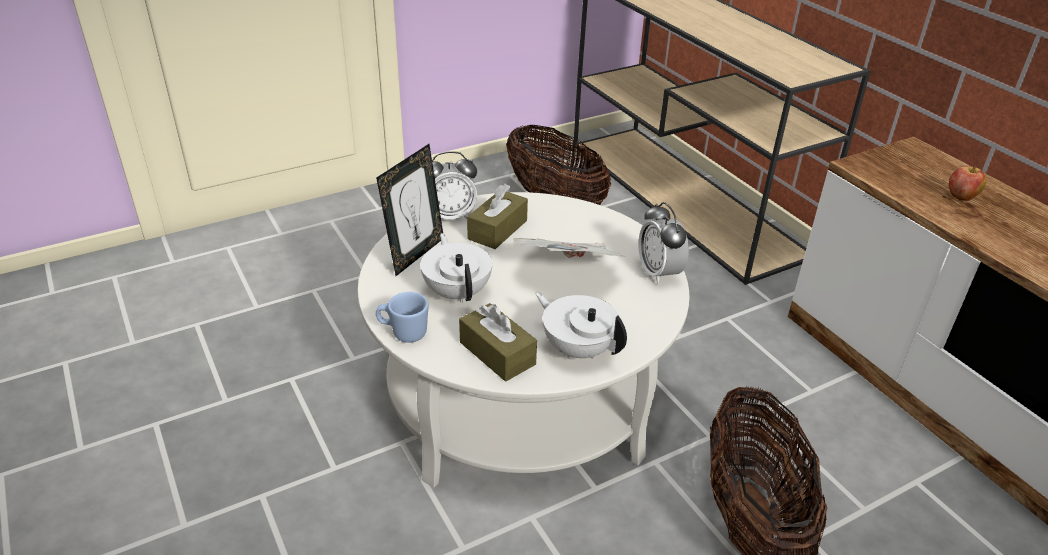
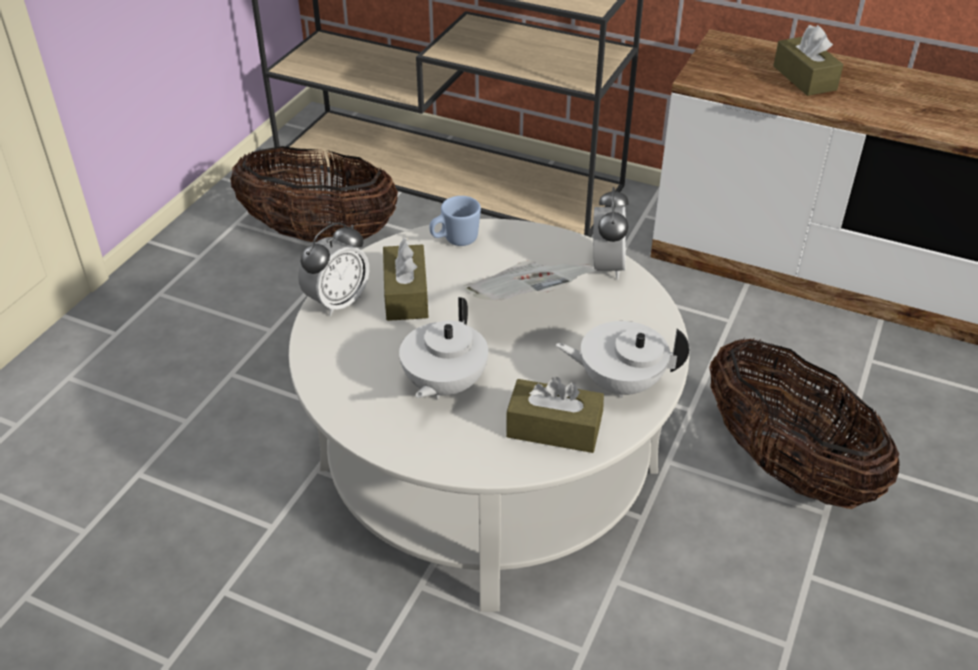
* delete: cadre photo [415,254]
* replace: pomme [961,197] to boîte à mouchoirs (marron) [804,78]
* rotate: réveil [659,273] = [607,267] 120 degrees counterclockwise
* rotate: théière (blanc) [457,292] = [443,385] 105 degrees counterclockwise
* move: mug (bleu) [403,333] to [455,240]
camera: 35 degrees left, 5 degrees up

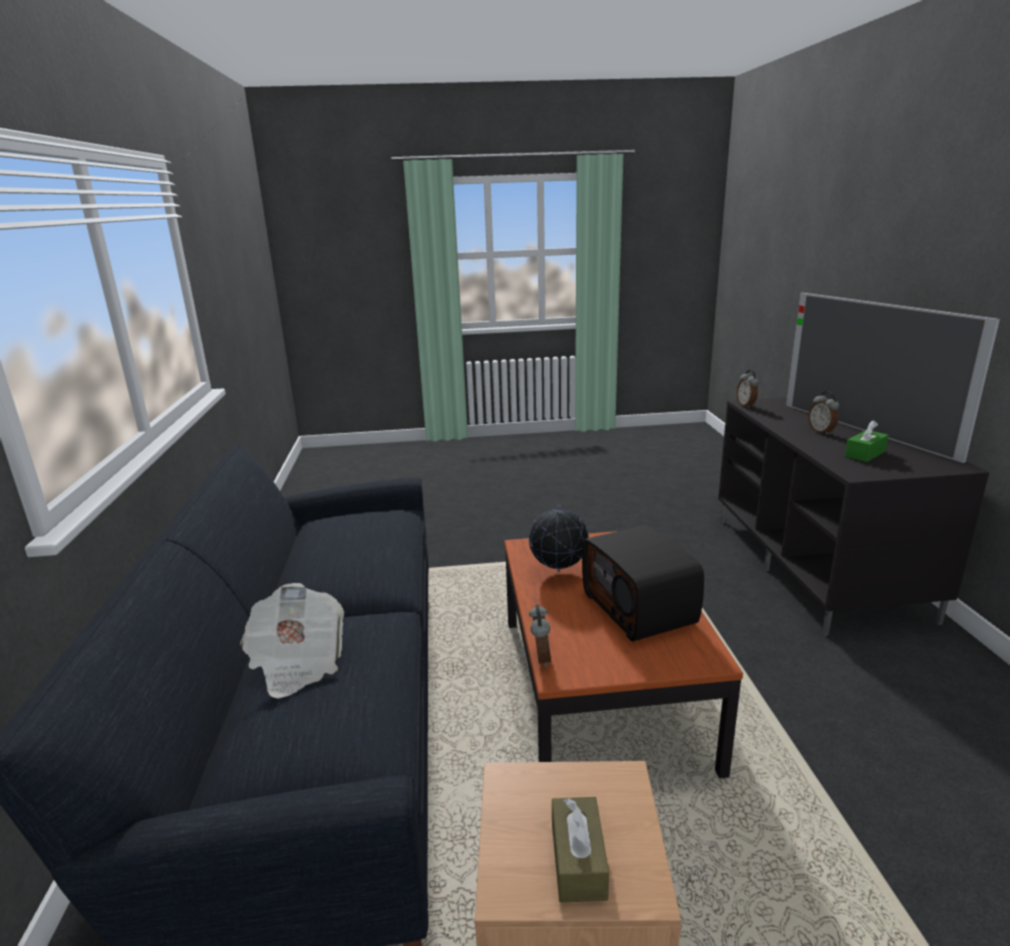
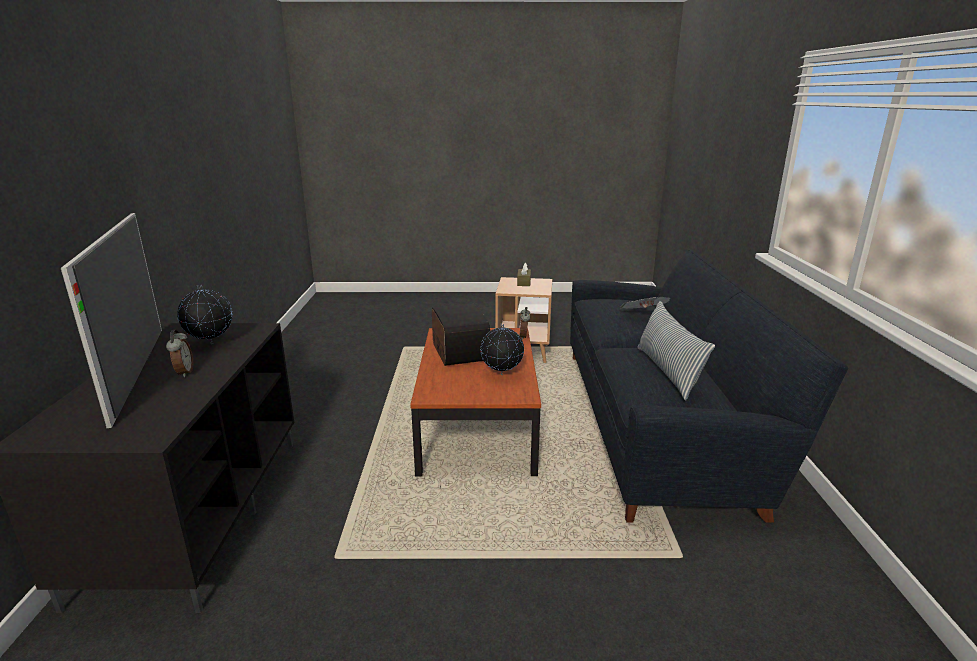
* delete: réveil [746,405]
* replace: boîte à mouchoirs (vert) [865,454] to globe [211,343]
* insert: coussin [668,371]
camera: 175 degrees left, 0 degrees up

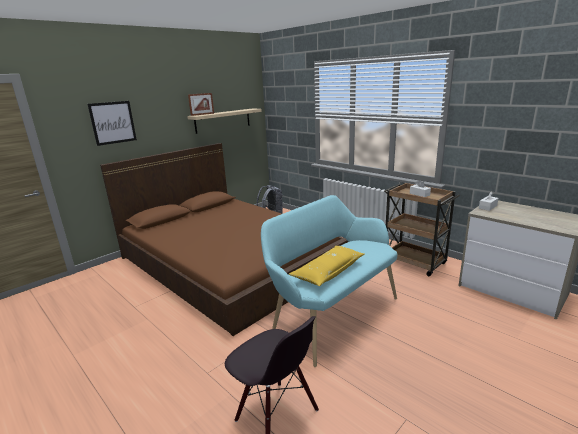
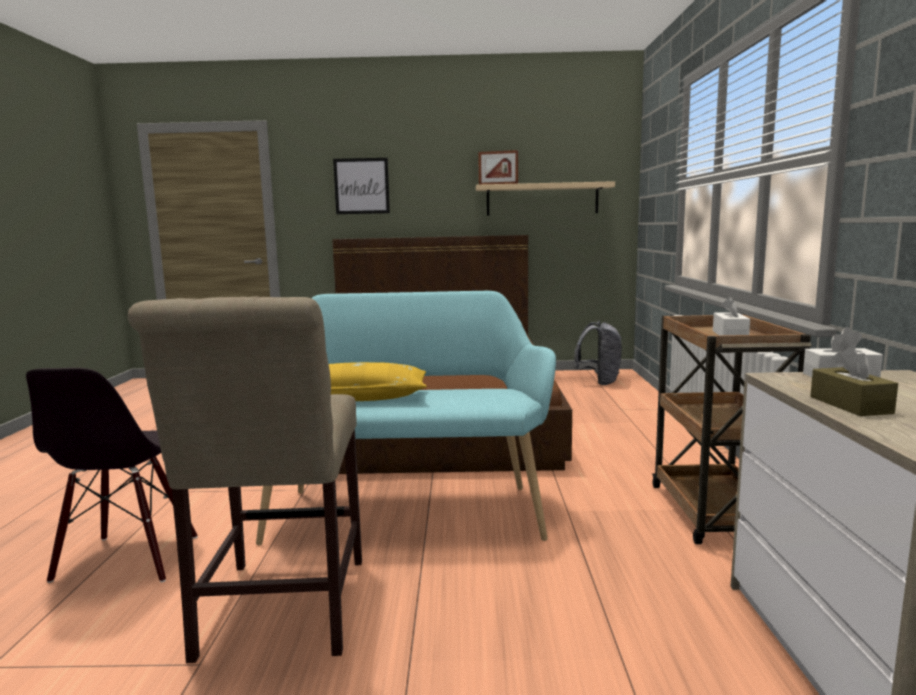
* insert: chaise (beige) [280,613]
* insert: boîte à mouchoirs (marron) [850,405]
camera: 45 degrees right, 10 degrees down

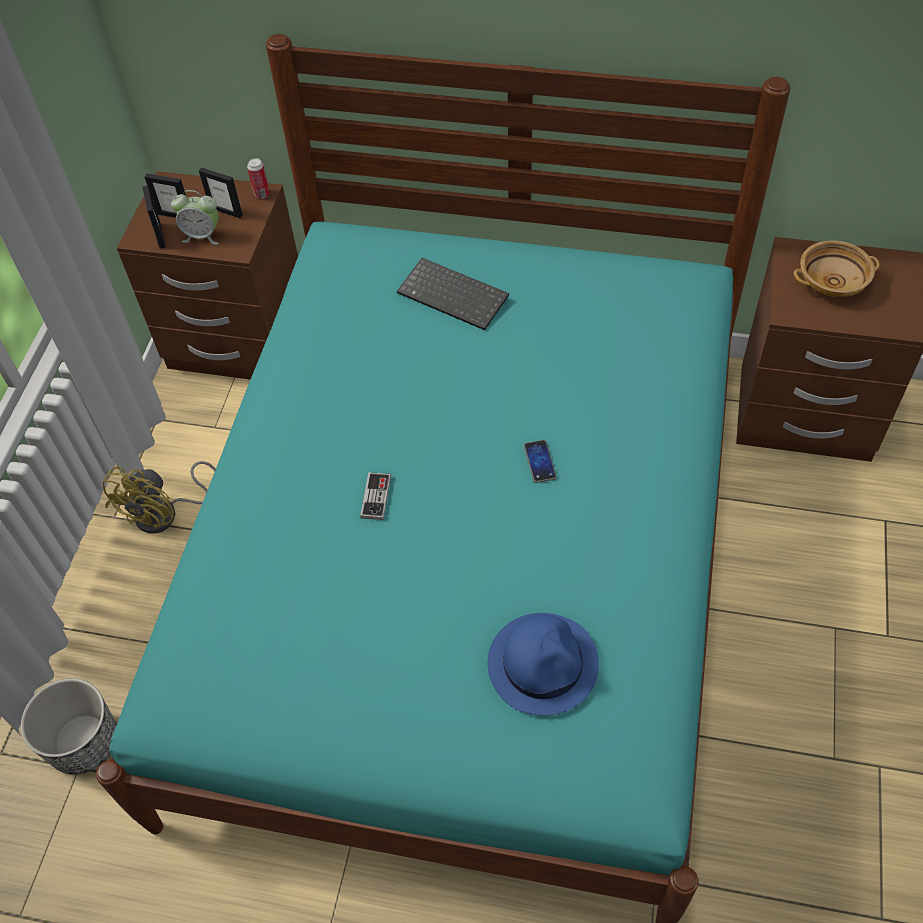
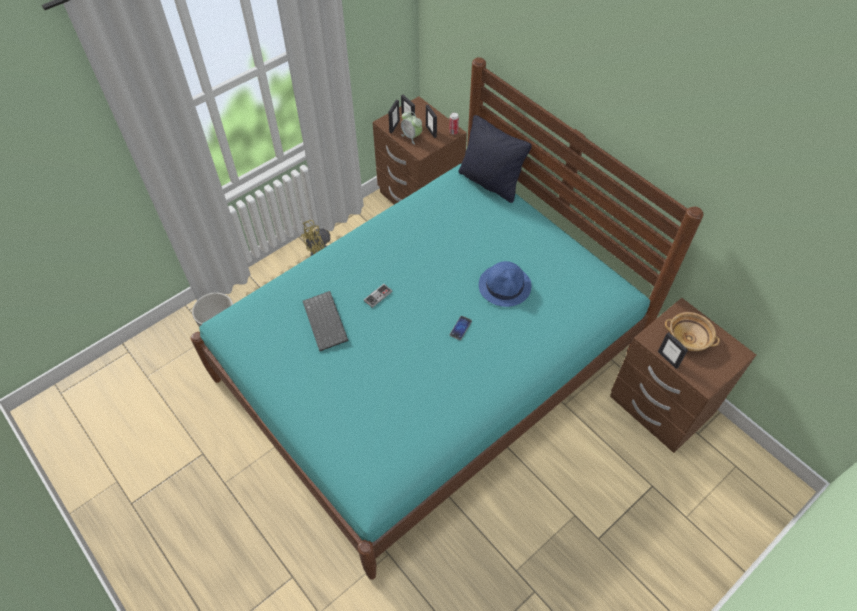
* move: clavier [455,295] to [326,322]
* move: chapeau (bleu) [543,663] to [505,286]
* insert: coussin (noir) [490,182]
* insert: cadre photo [668,359]
camera: 35 degrees right, 0 degrees up

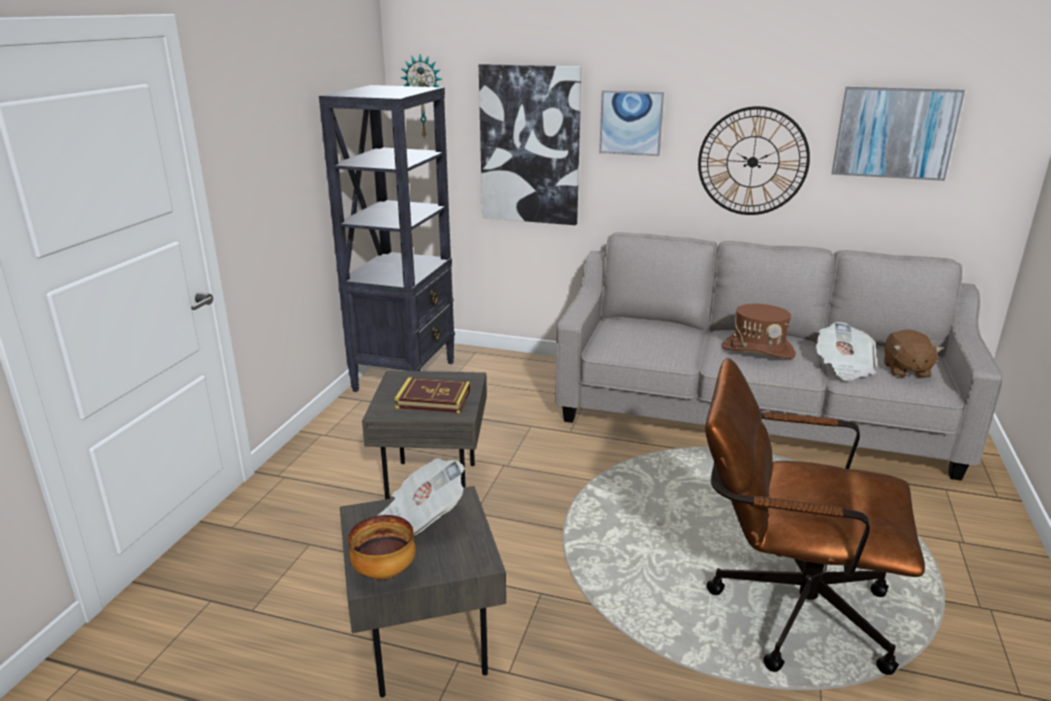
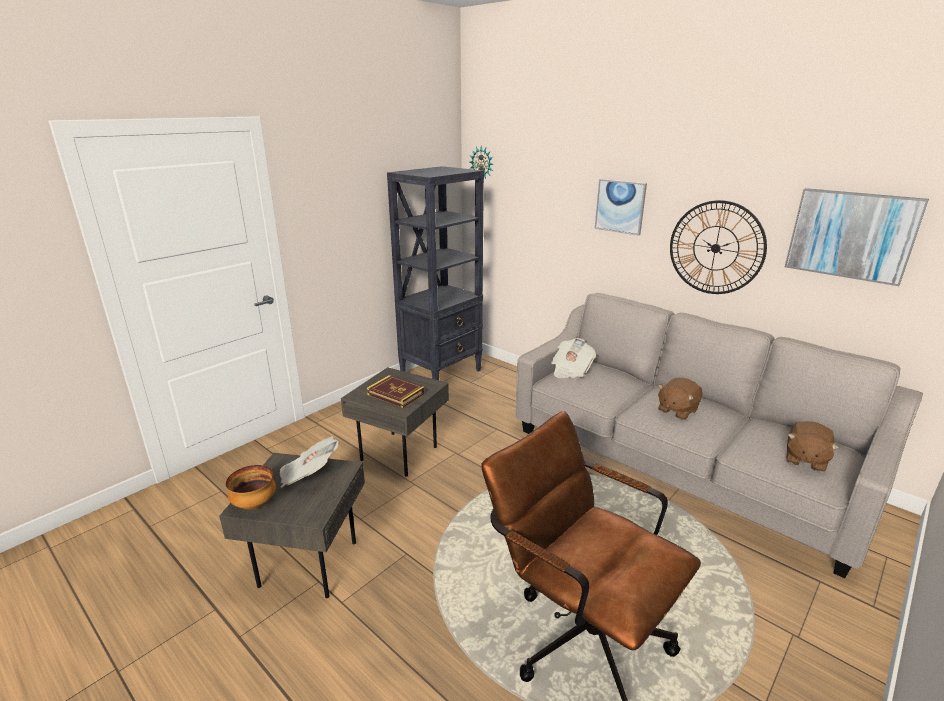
* delete: tableau [530,145]
* replace: chapeau (marron) [758,350] to peluche (marron) [677,410]
* move: journal [843,367] to [570,370]
camera: 25 degrees right, 0 degrees up

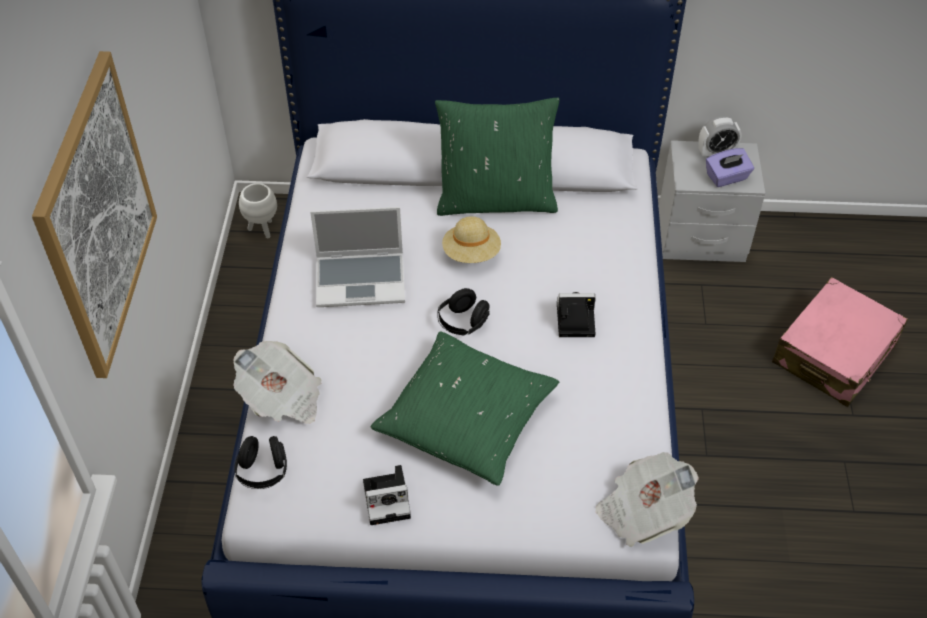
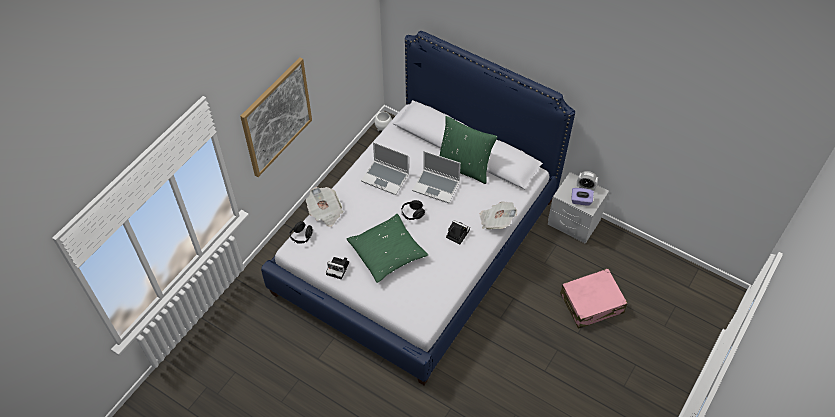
* replace: chapeau (beige) [471,253] to ordinateur portable [437,186]
* move: journal [643,512] to [496,221]
camera: 30 degrees right, 5 degrees up

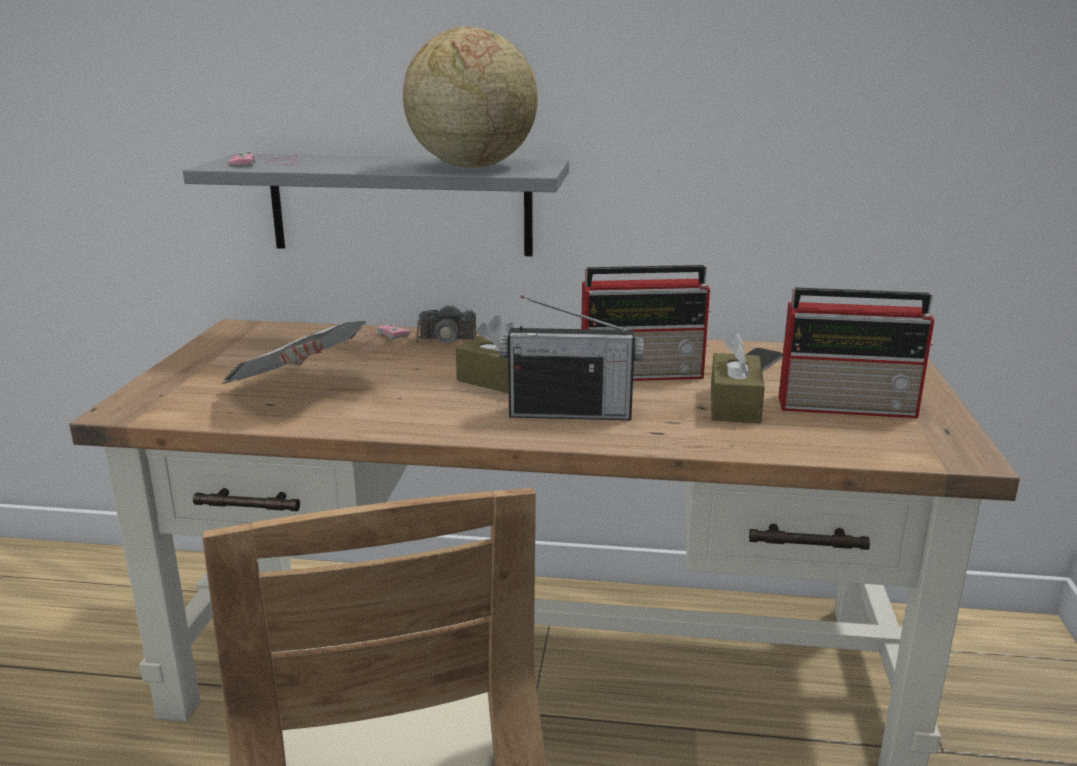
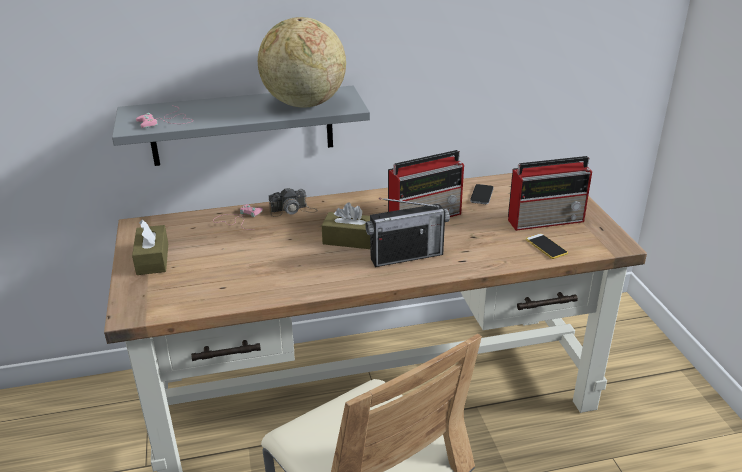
* delete: journal [297,390]
* move: boîte à mouchoirs (marron) [734,404] to [152,259]
* insert: téléphone [546,246]
camera: 20 degrees left, 10 degrees up

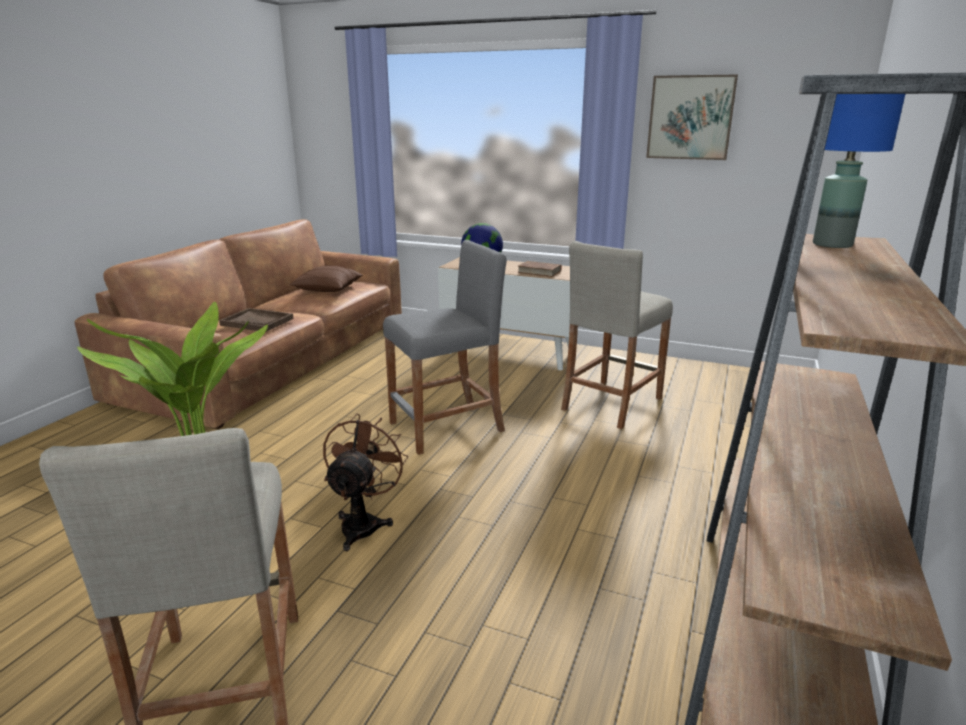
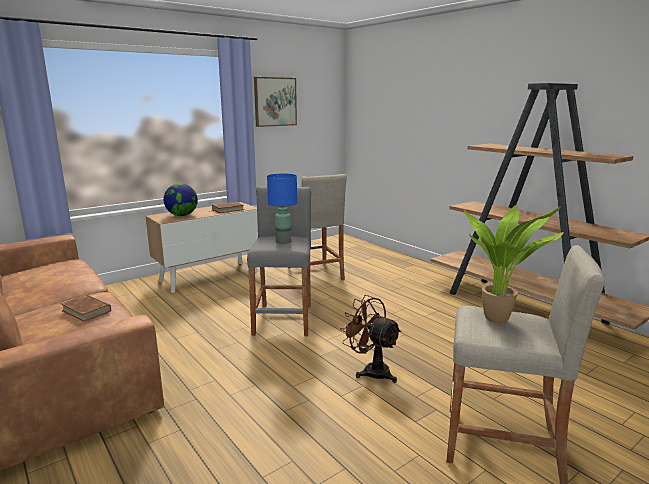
* move: lampe de table (bleu) [832,244] to [283,241]
* delete: coussin (marron) [328,289]
* replace: plateau (marron) [257,322] to livre (marron) [86,310]
camera: 60 degrees left, 5 degrees down

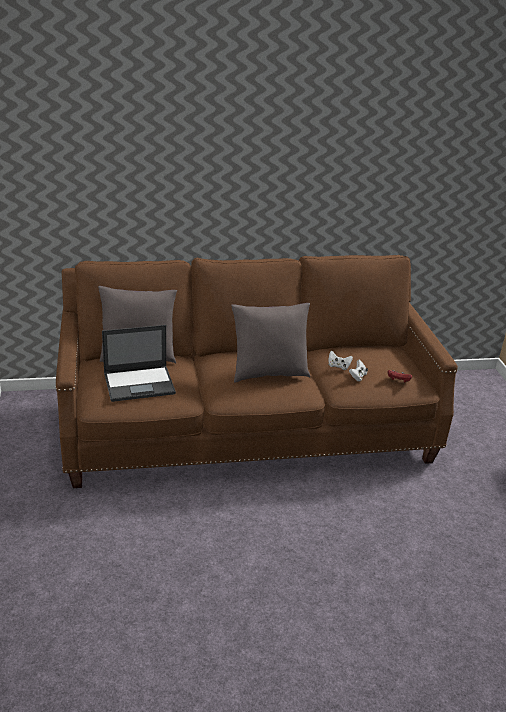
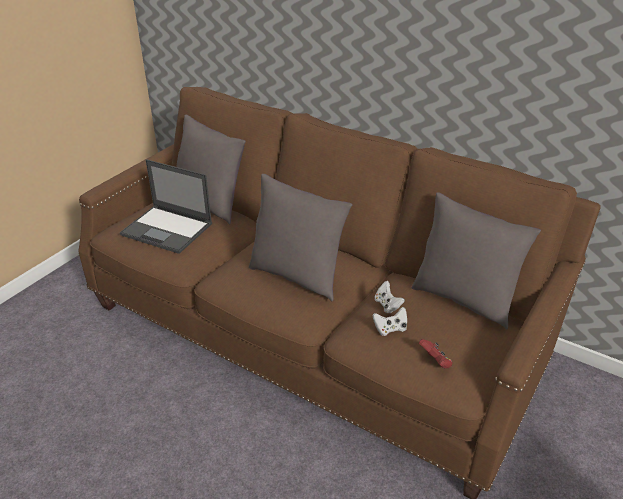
* insert: coussin (gris) [463,299]
camera: 45 degrees right, 5 degrees up

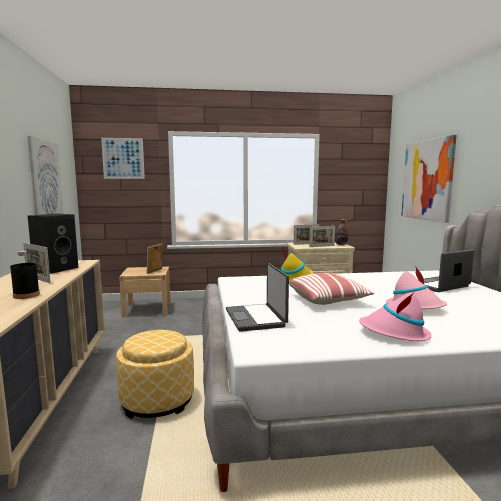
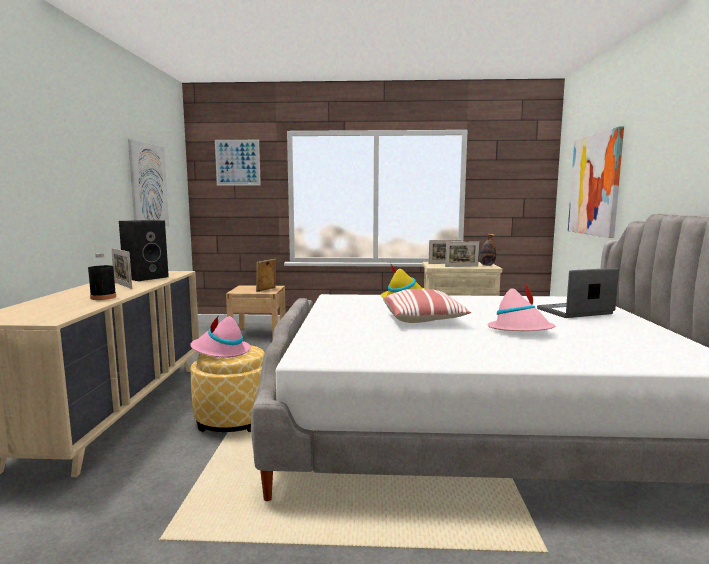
* delete: ordinateur portable [256,318]
* move: chapeau (rose) [394,333] to [220,352]
camera: 10 degrees right, 0 degrees up

